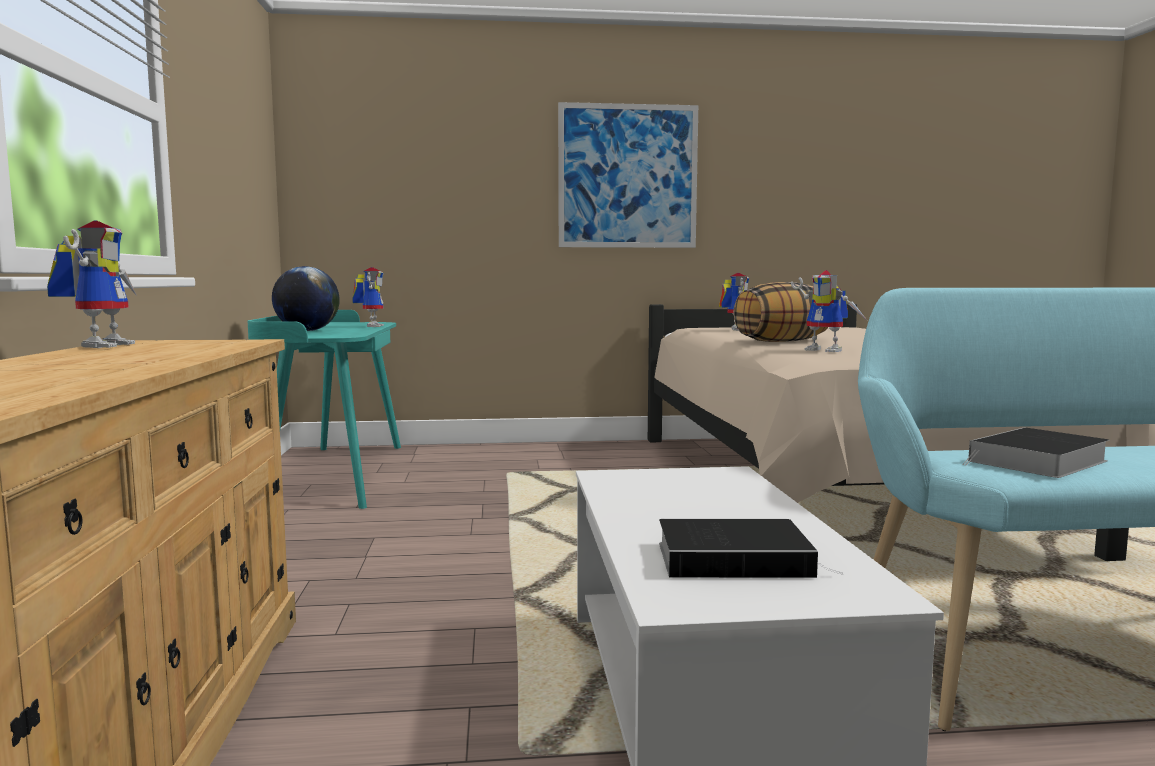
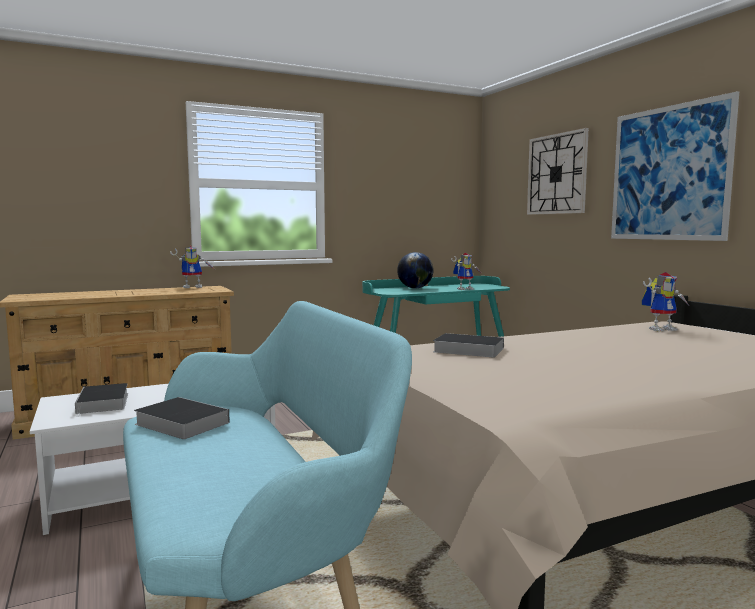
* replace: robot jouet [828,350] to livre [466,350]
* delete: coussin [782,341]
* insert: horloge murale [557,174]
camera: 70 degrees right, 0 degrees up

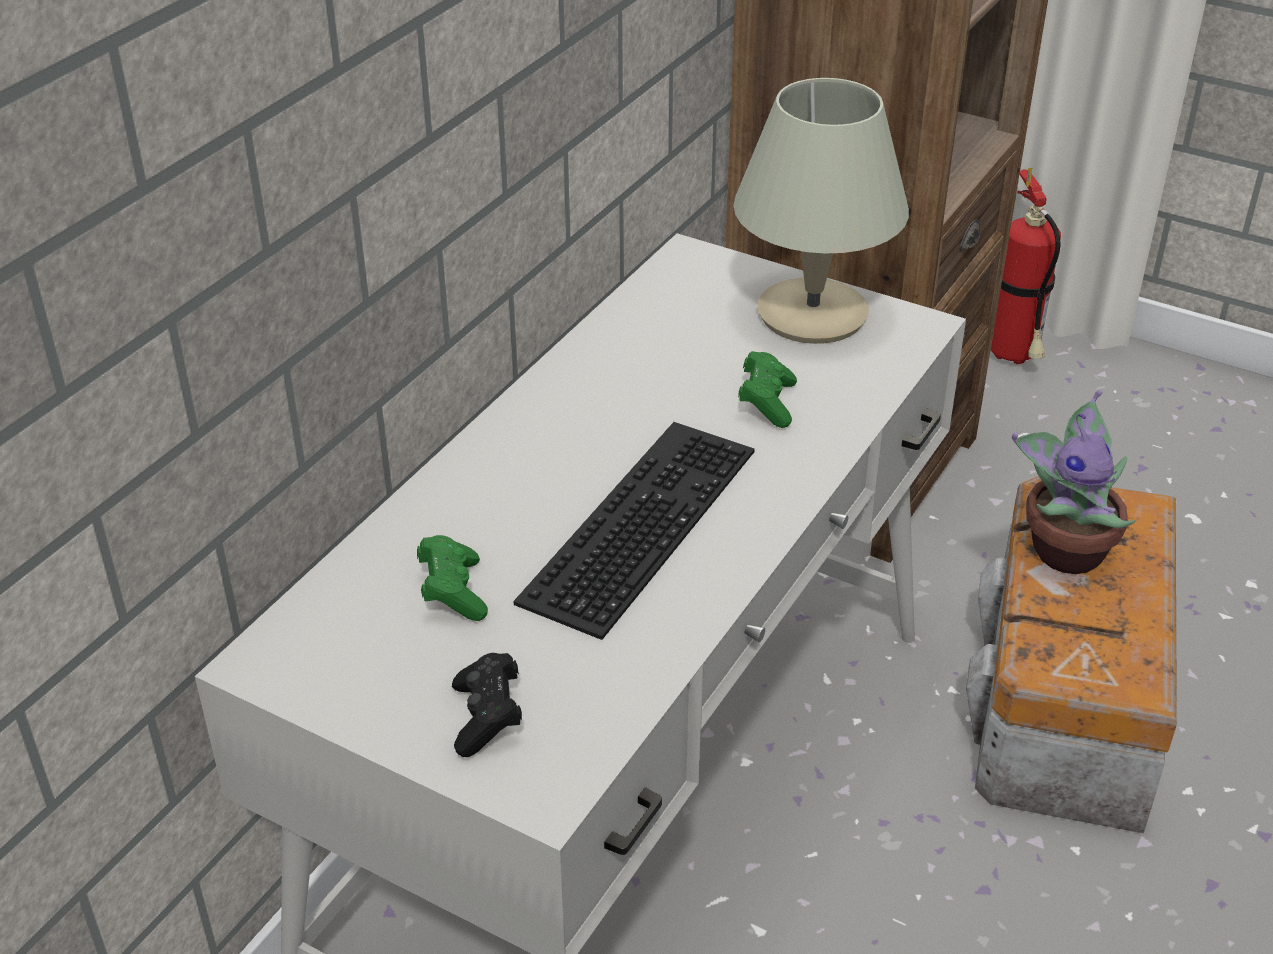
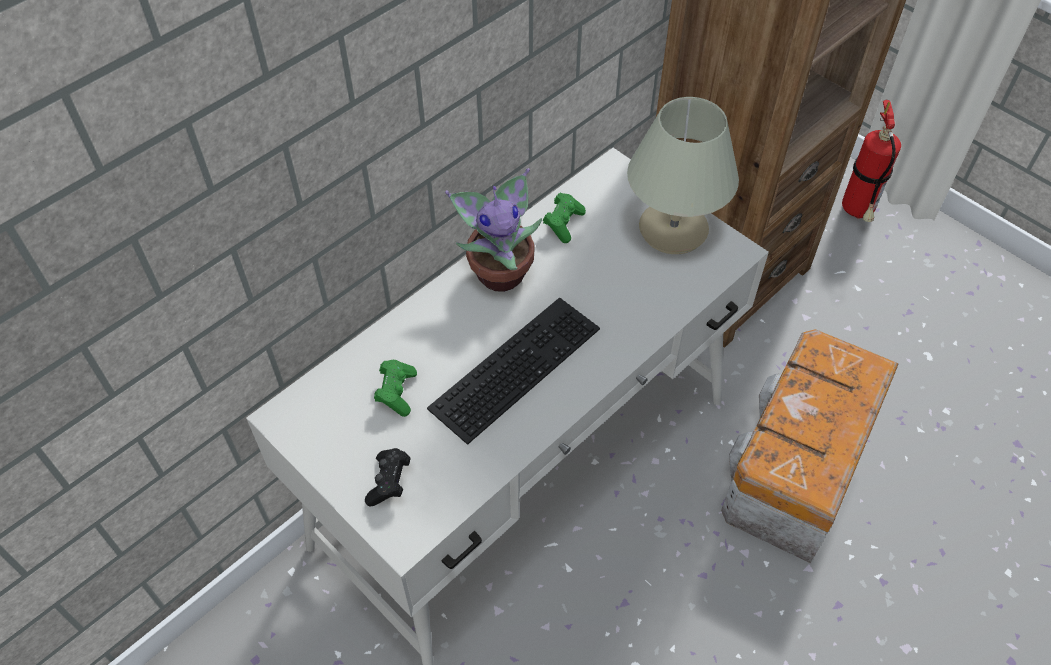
* move: manette (vert) [767,403] to [563,223]
* move: plante en pot [1064,549] to [500,271]
camera: 15 degrees right, 15 degrees up

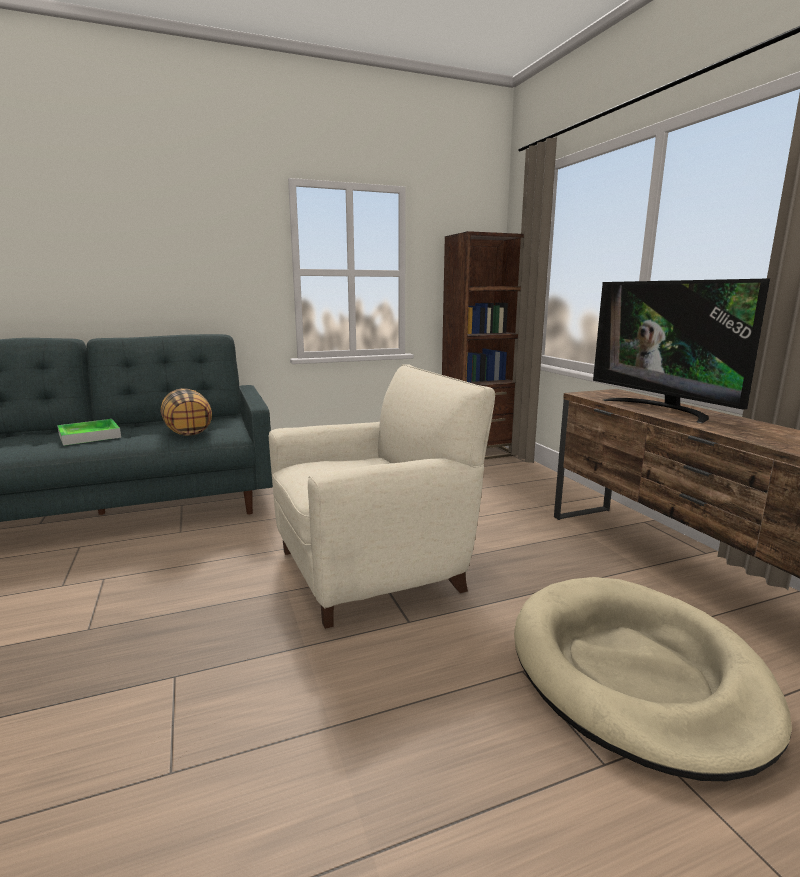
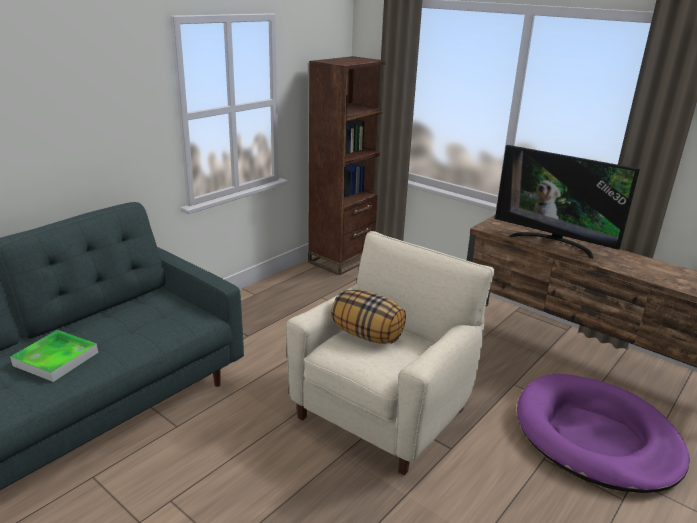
* move: coussin [189,432] to [367,335]
* recolor: panier pour chien (beige) [635,673] to panier pour chien (violet) [596,436]
camera: 30 degrees left, 10 degrees up

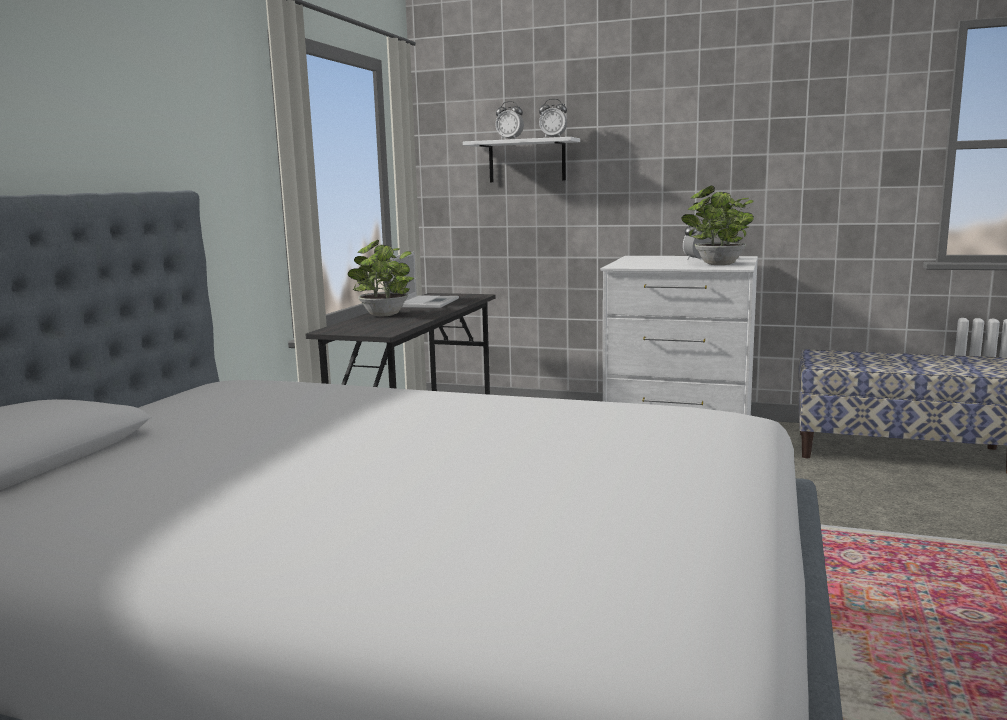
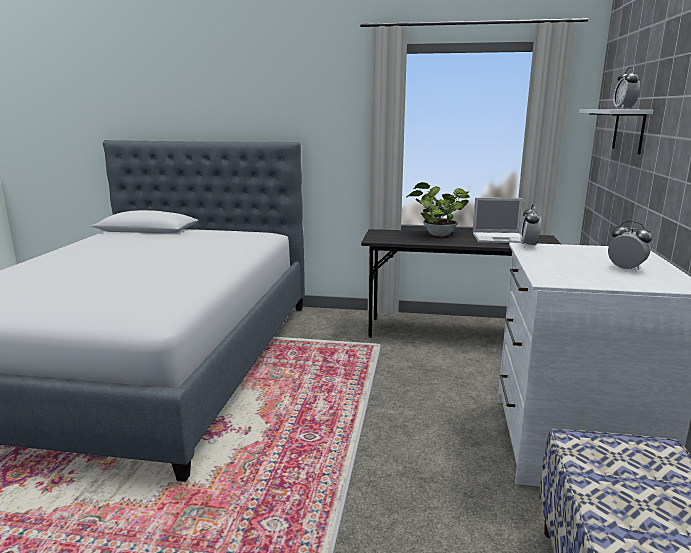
* move: réveil [510,139] to [528,246]
* delete: plante en pot [717,264]
camera: 80 degrees right, 5 degrees up

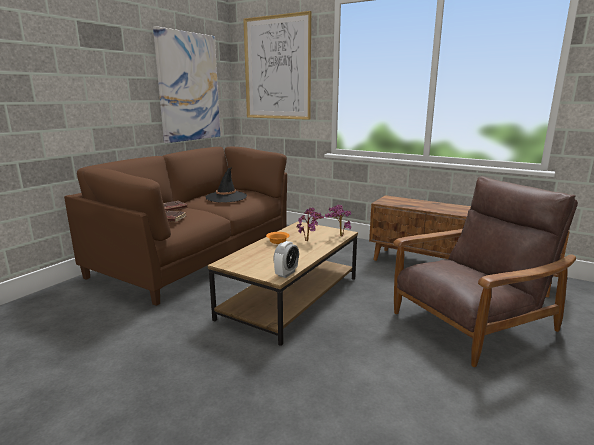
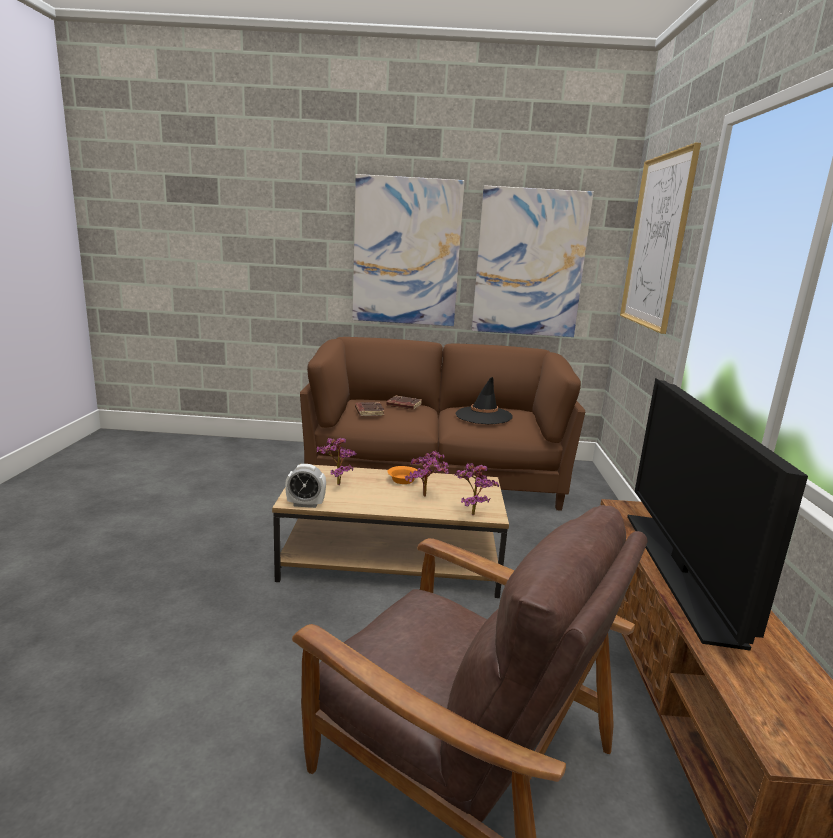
* insert: tableau [406,252]
* insert: téléviseur [679,572]
* insert: plante en pot [336,483]
camera: 60 degrees right, 0 degrees up

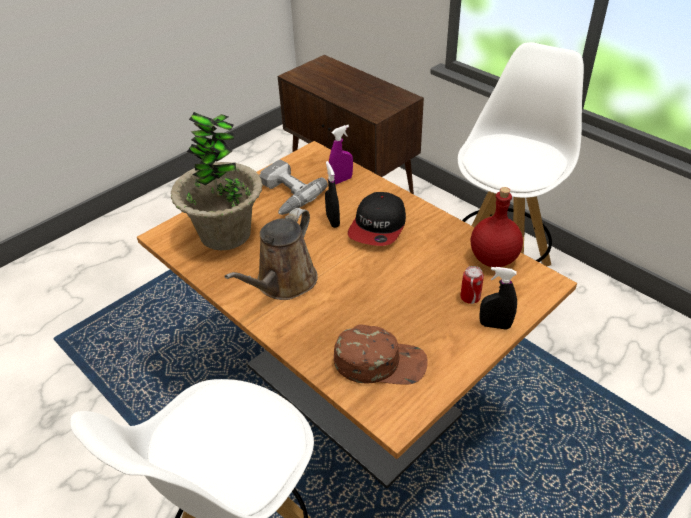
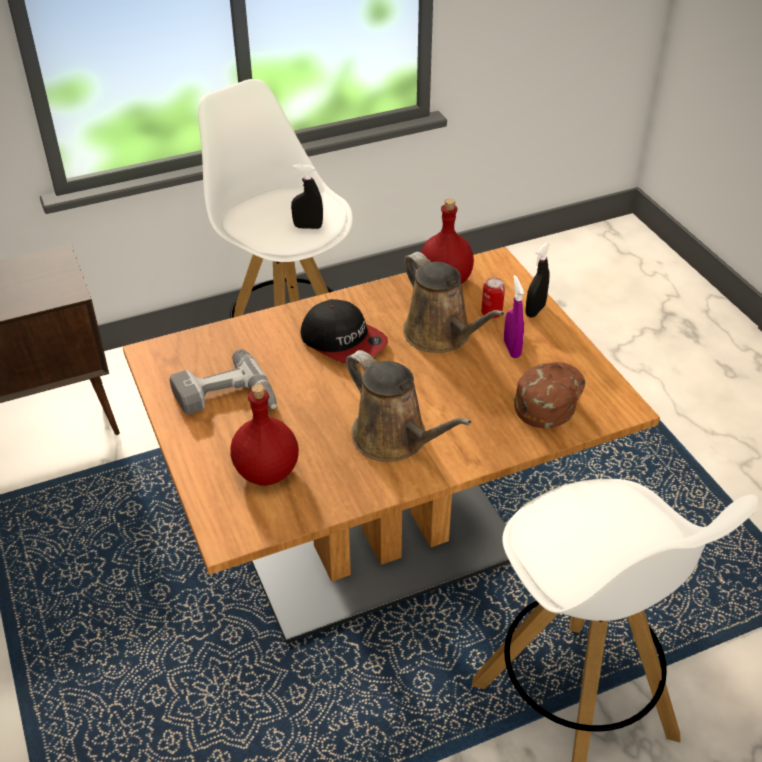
* replace: plante en pot [225,234] to bouteille (rouge) [268,472]
* move: vaporisateur (violet) [341,180] to [512,349]
* move: vaporisateur (noir) [333,221] to [308,227]
* insert: arrosoir (marron) [441,335]
camera: 70 degrees left, 0 degrees up

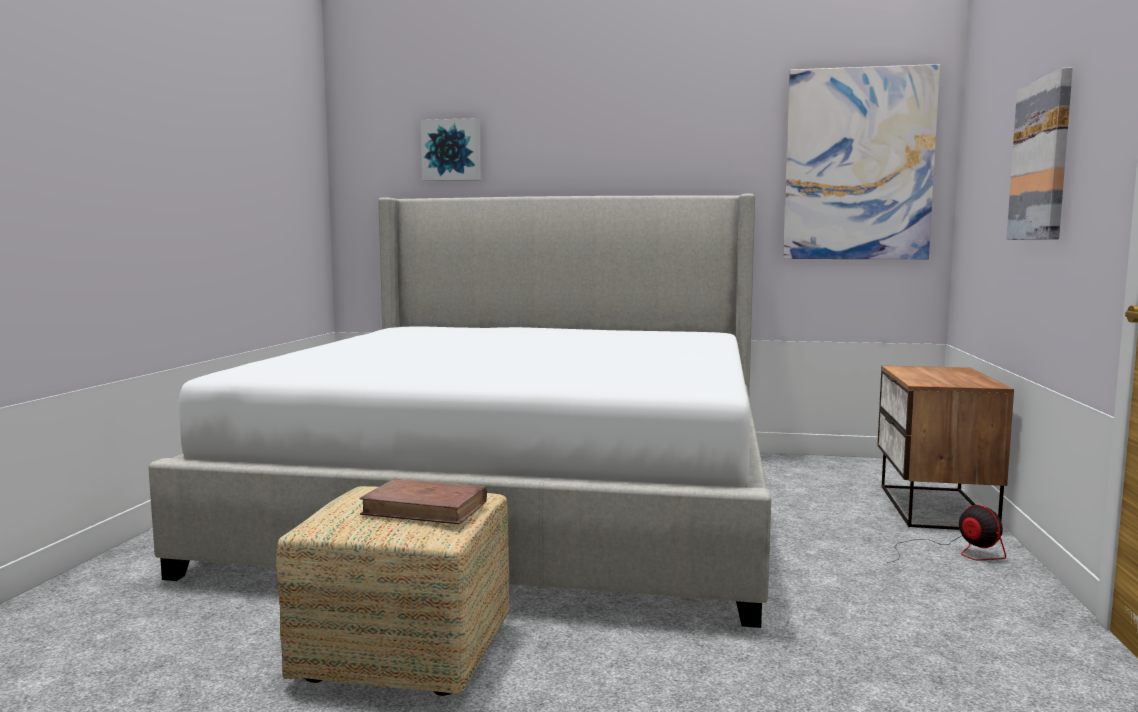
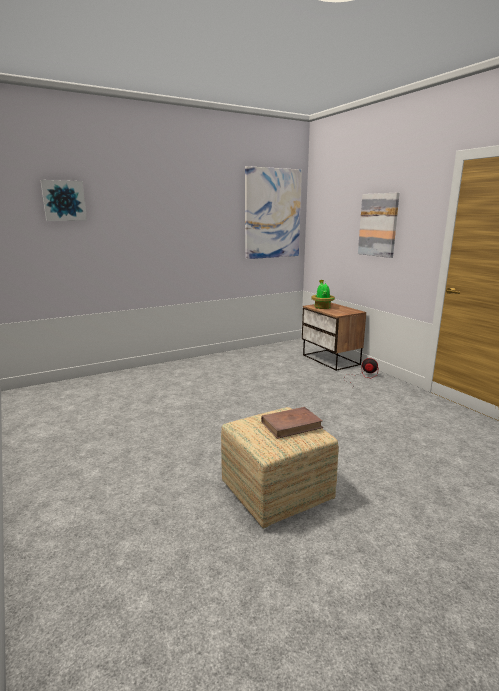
* delete: lit [520,502]
* insert: plante en pot [322,307]
camera: 40 degrees left, 10 degrees up

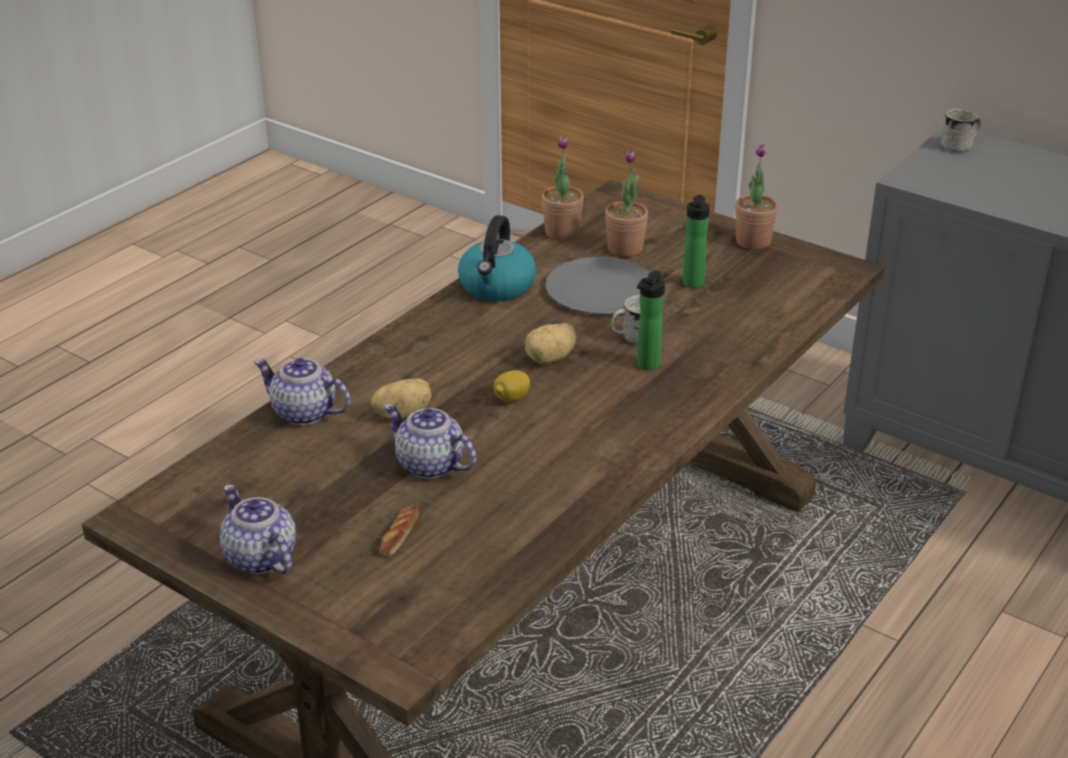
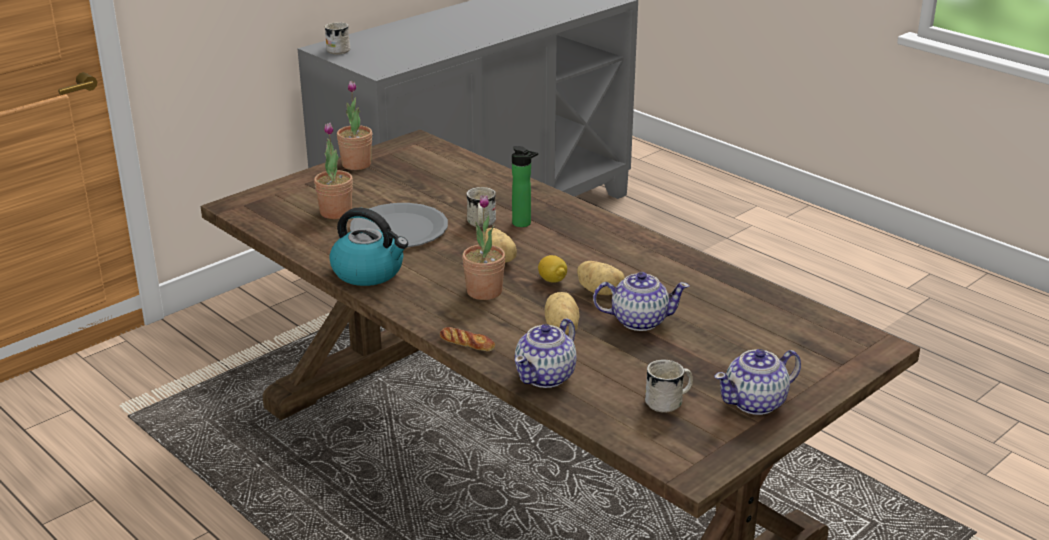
* move: plante en pot [562,232] to [484,291]
* delete: bouteille [692,285]
* rotate: théière [430,465] = [638,320] 135 degrees counterclockwise
* move: pain [399,535] to [467,343]
* insert: pomme de terre [601,291]
* insert: mug (blanc) [669,402]
camera: 80 degrees left, 5 degrees down

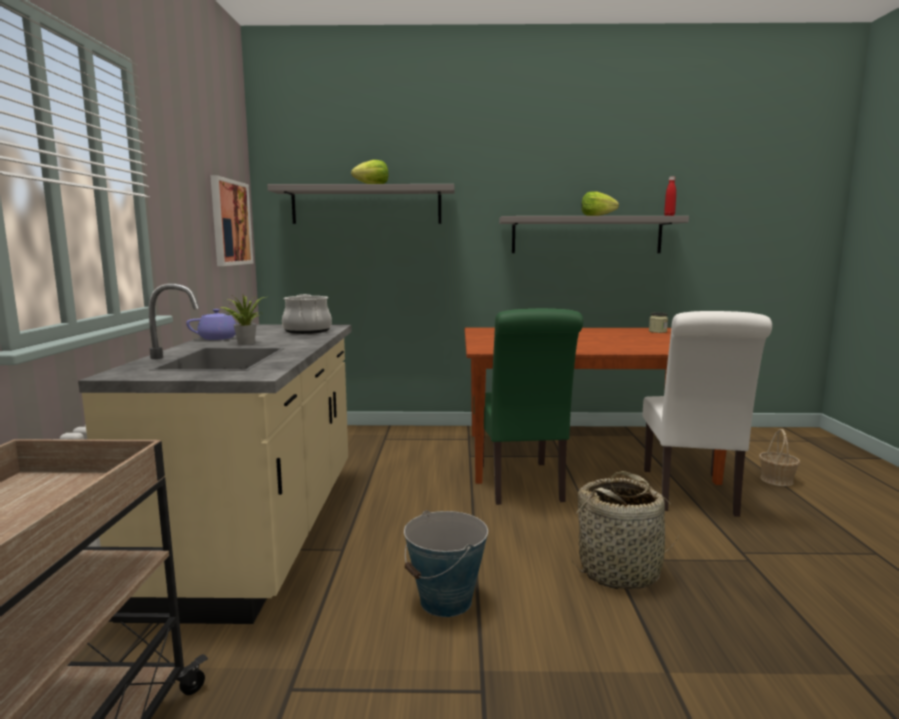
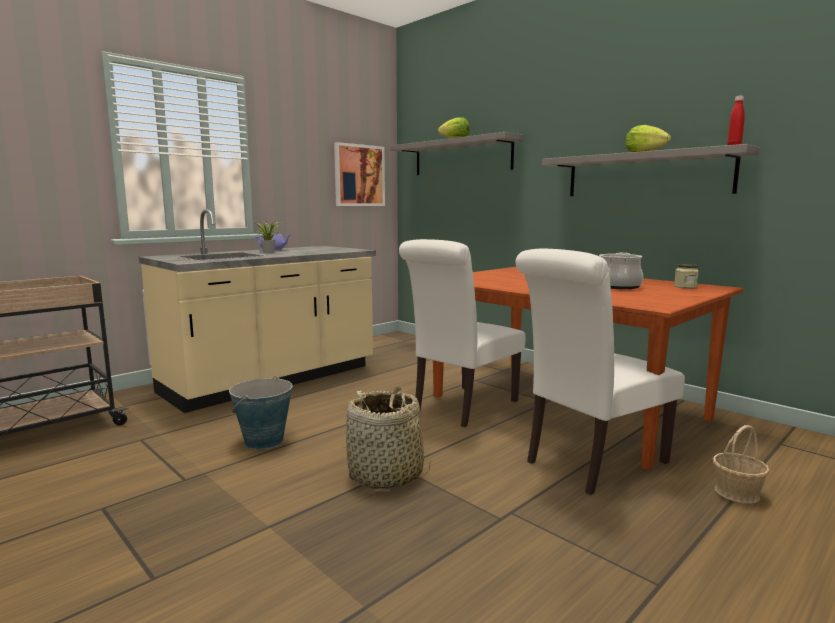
* move: marmite [307,331] to [617,286]
* recolor: chaise (vert) [521,485] to chaise (blanc) [461,407]
camera: 45 degrees right, 0 degrees up

